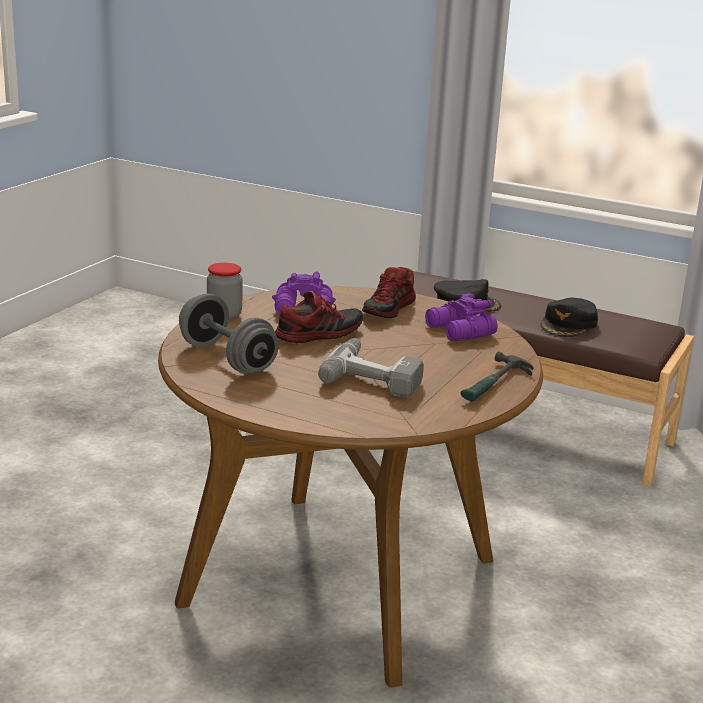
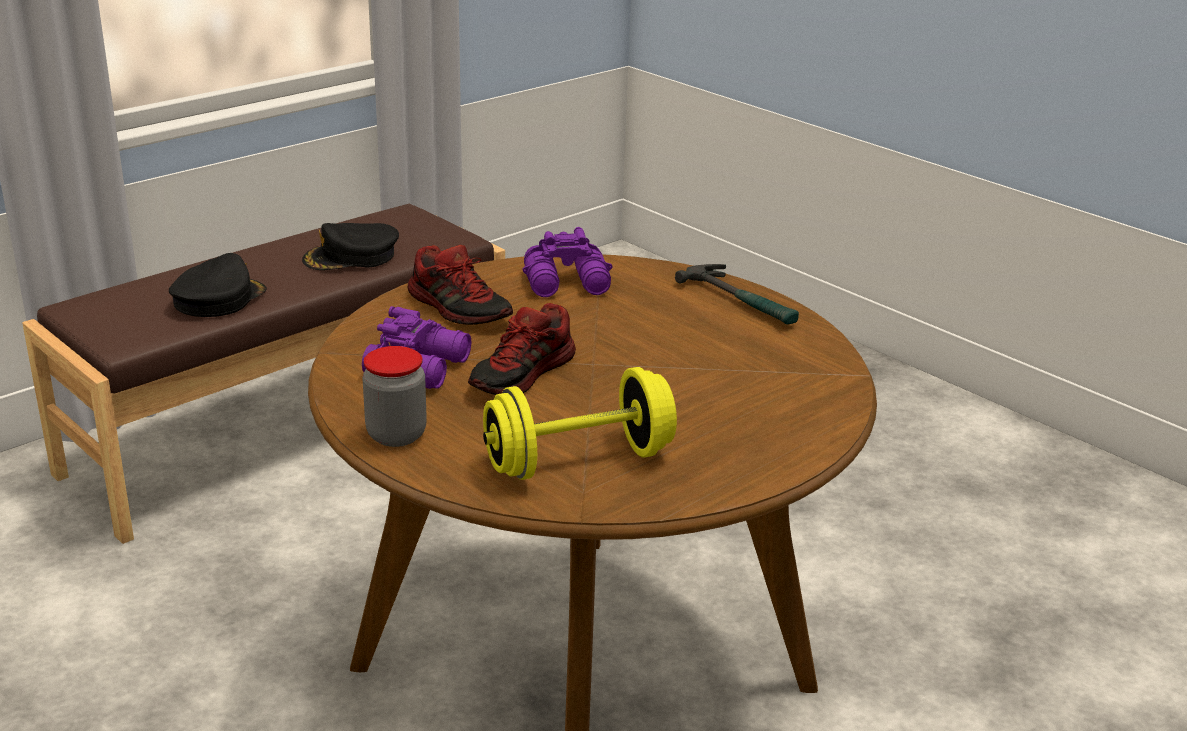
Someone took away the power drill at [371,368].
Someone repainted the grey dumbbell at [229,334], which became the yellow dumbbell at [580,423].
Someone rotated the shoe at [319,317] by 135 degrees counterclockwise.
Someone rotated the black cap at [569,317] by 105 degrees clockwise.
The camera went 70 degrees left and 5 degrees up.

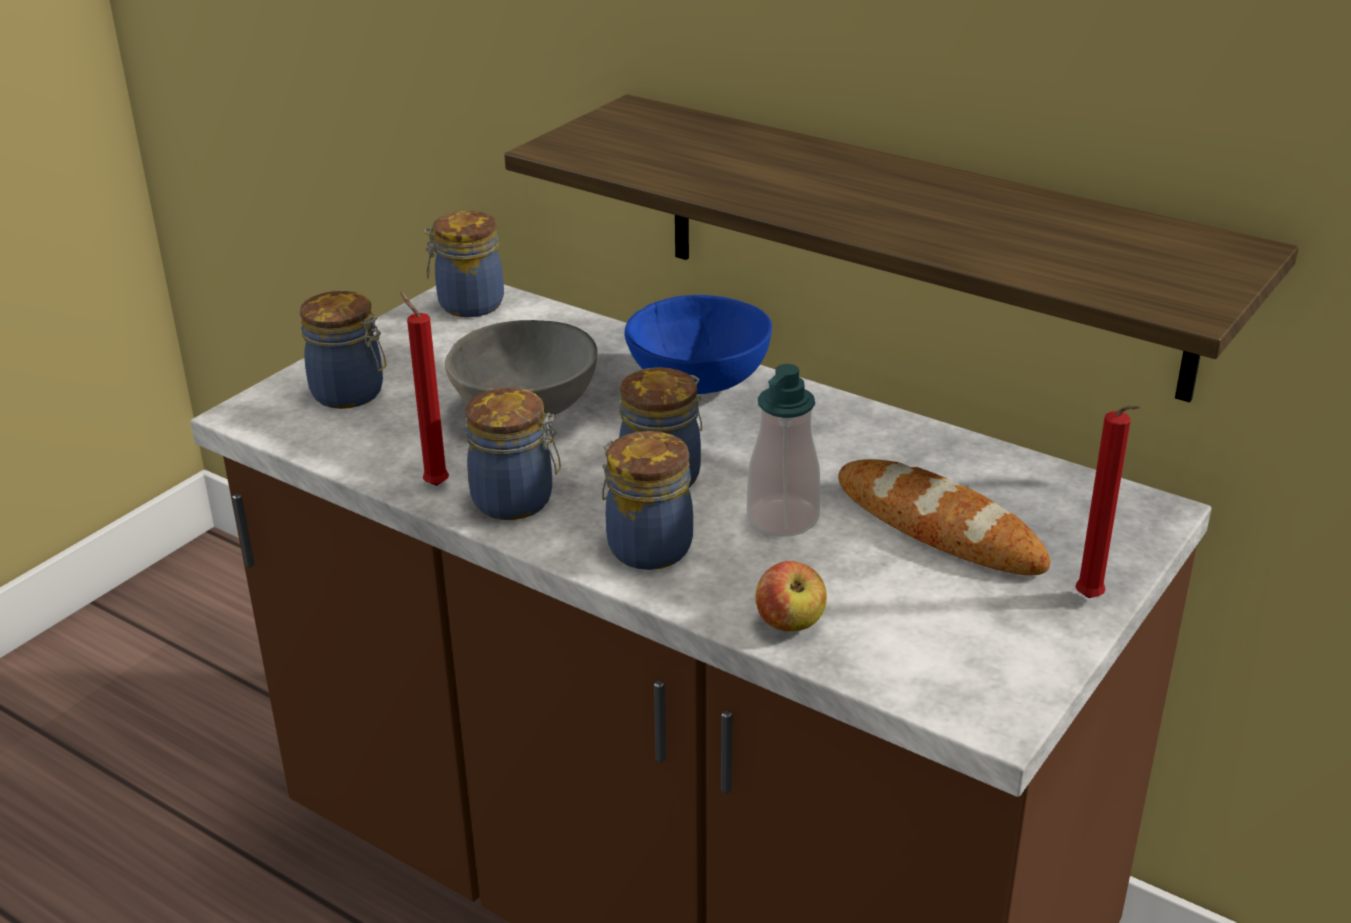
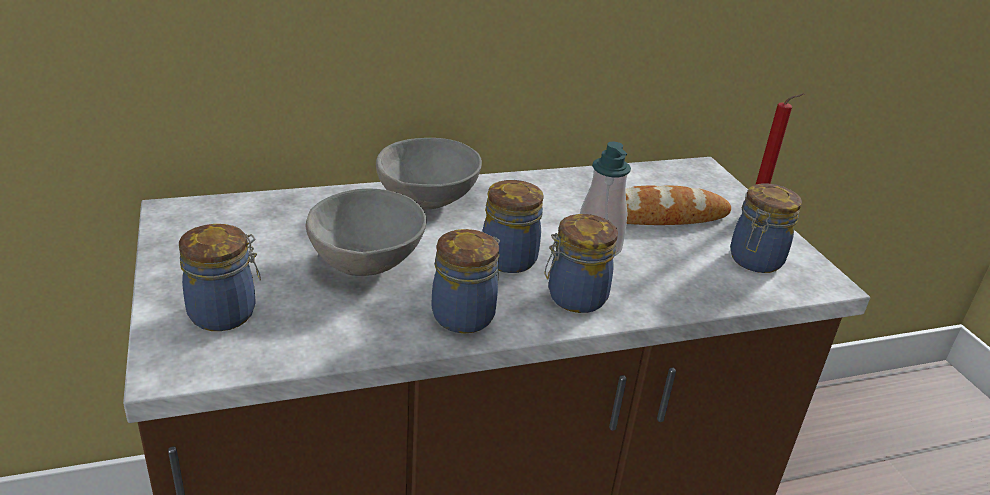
Someone took away the red candle at [424,388].
Someone took away the shelf at [901,248].
Someone took away the apple at [791,596].
Someone carried the jar from [464,264] to [766,228].
Someone repainted the blue bowl at [698,344], which became the grey bowl at [429,173].
The camera went 55 degrees left and 0 degrees up.

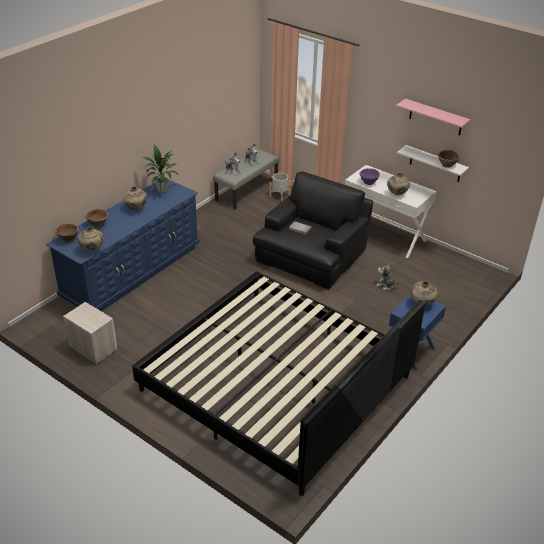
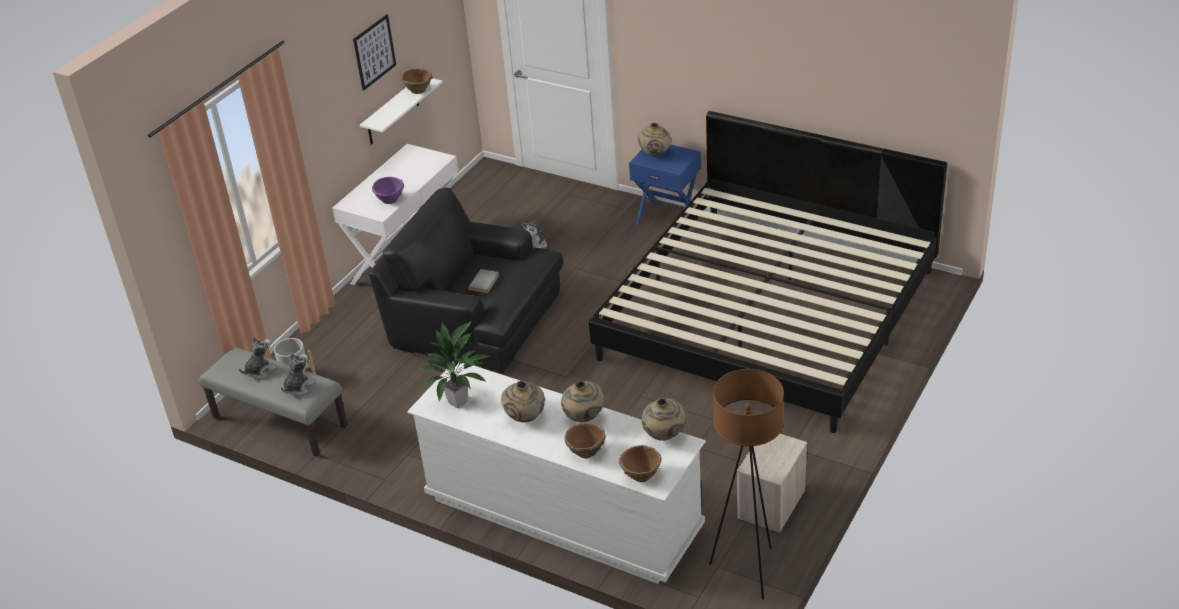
Someone put down the brown floor lamp at [746,484].
Someone carried the beige vase from [398,184] to [582,402].
Someone swapped the pink shelf at [433,117] for the picture at [374,52].
Someone repainted the blue dresser at [123,245], which became the white dresser at [556,473].
The camera went 95 degrees left and 0 degrees up.

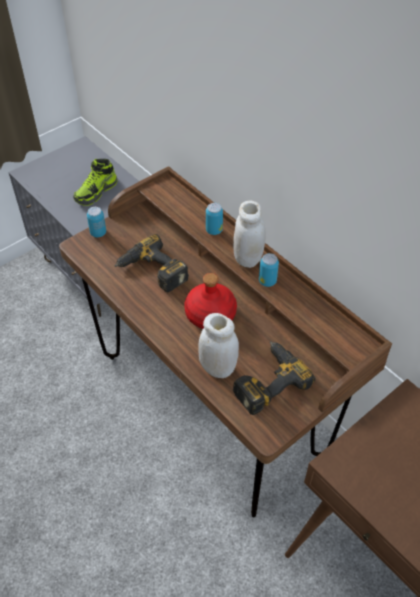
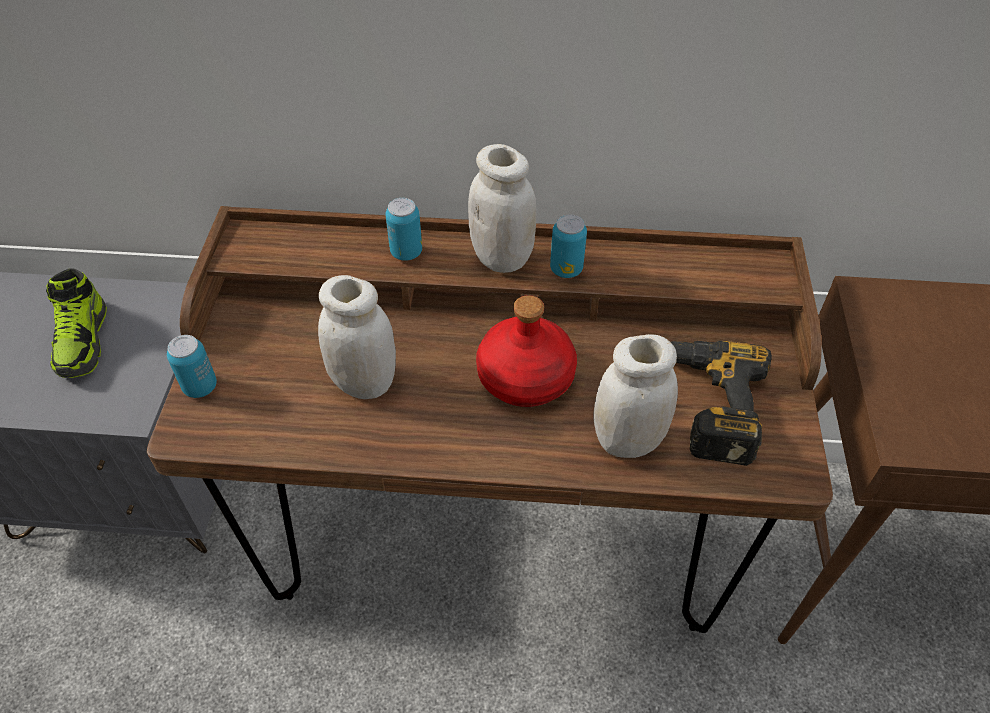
Someone swapped the power drill at [152,263] for the white jar at [357,337].
The camera went 45 degrees left and 0 degrees up.

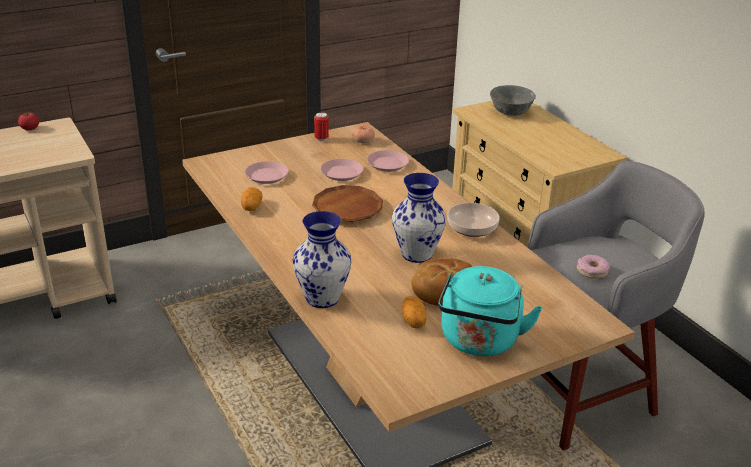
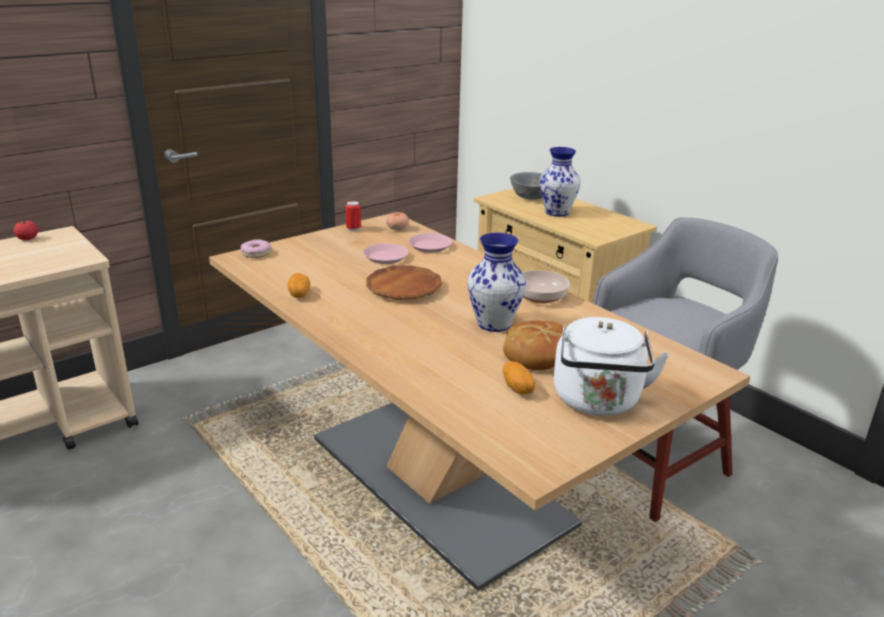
Someone took away the pink plate at [267,172].
Someone carried the vase from [322,259] to [560,182].
Someone carried the donut from [593,267] to [256,248].
Someone repainted the turquoise kettle at [490,311], which became the white kettle at [611,366].
The camera went 10 degrees left and 5 degrees down.

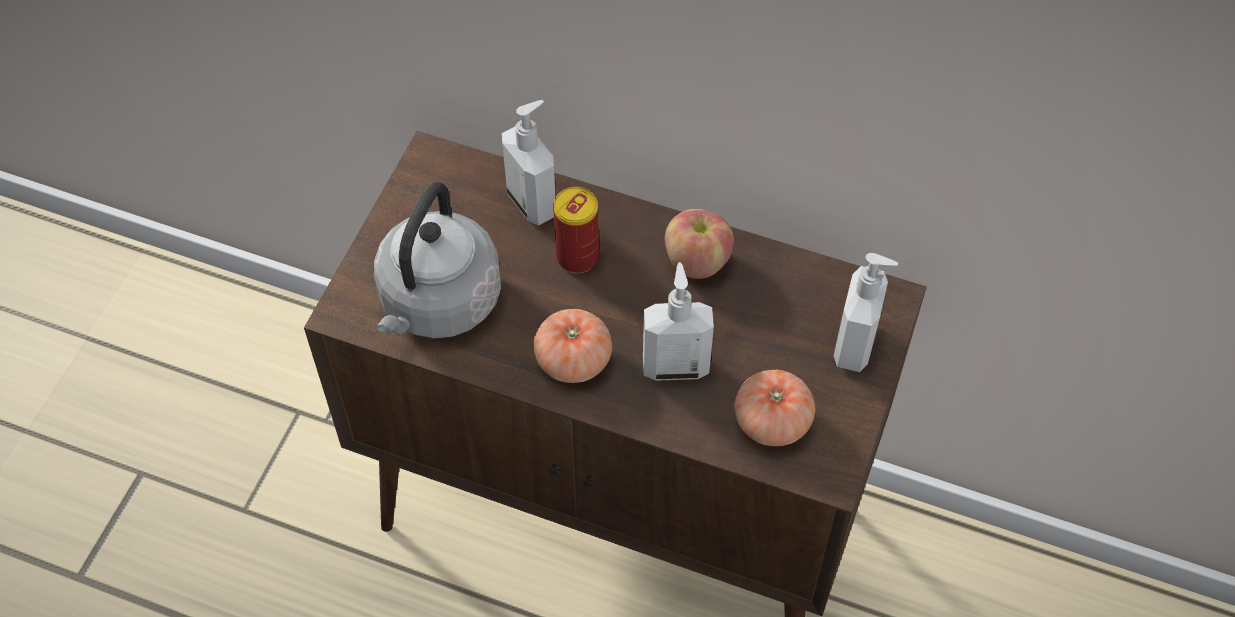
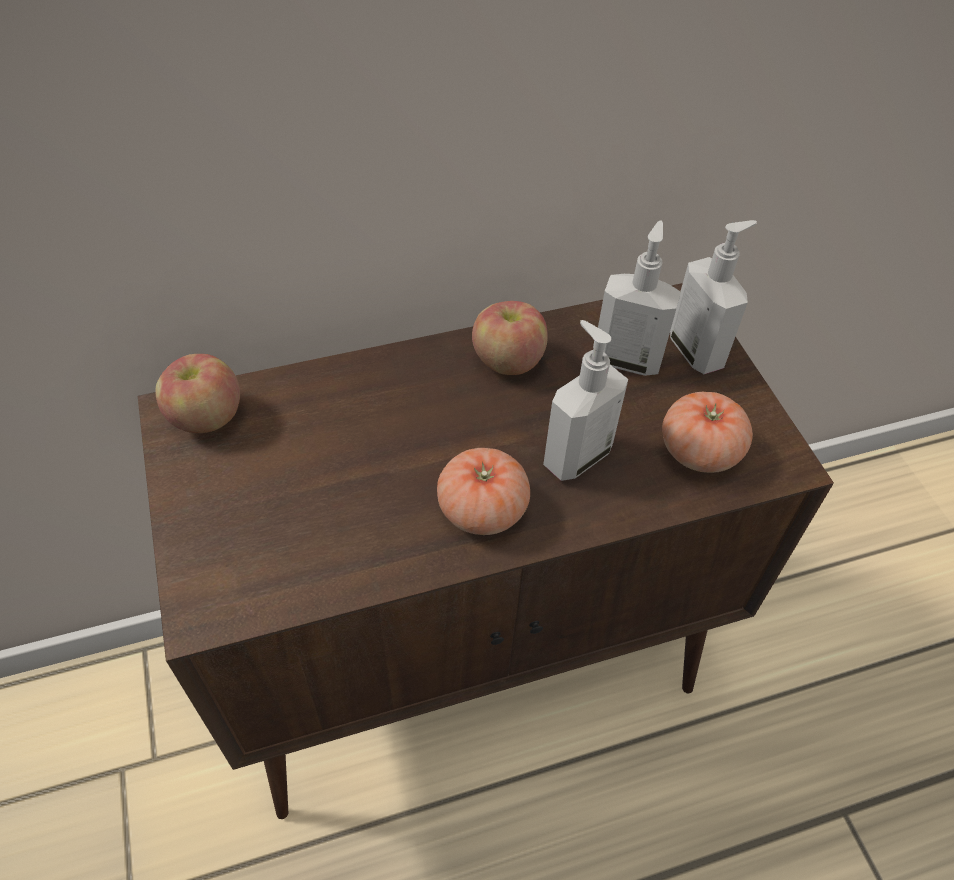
Someone took away the grey kettle at [437,260].
Someone took away the can at [576,230].
Someone put down the apple at [197,393].
Someone carried the soap dispenser from [529,163] to [639,298].
The camera went 40 degrees left and 5 degrees down.

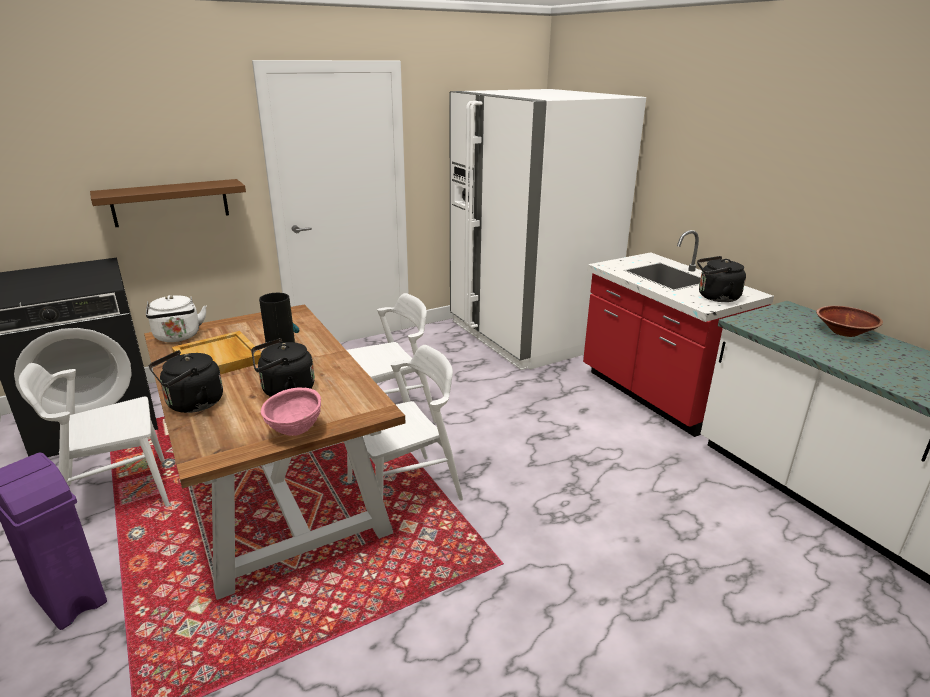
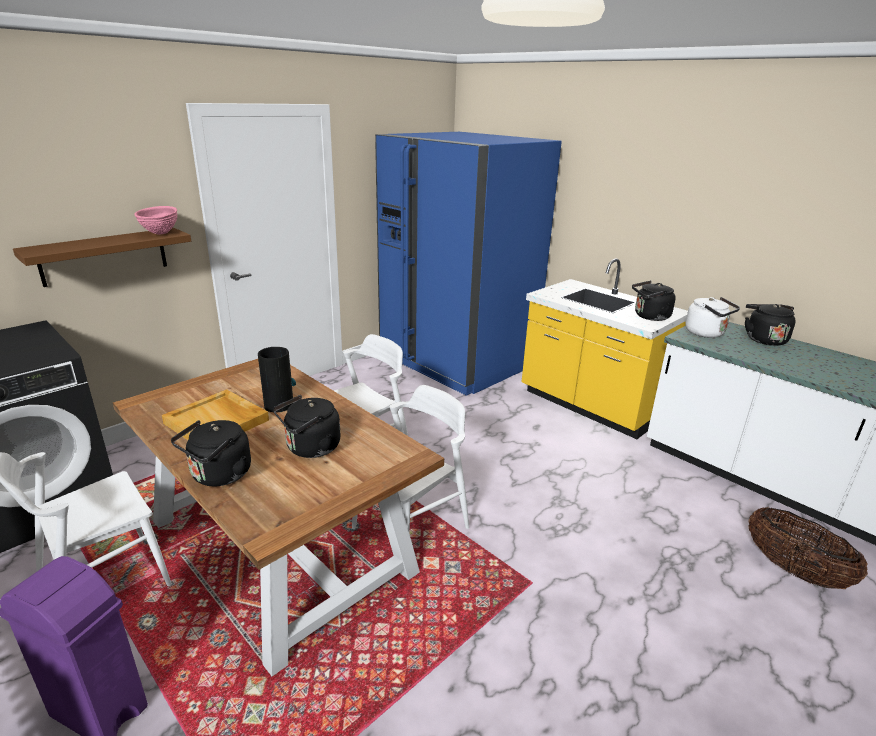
Someone put down the basket at [808,548].
Someone carried the white kettle from [176,318] to [712,317].
Someone carried the pink bowl from [291,411] to [155,220].
Someone swapped the brown bowl at [849,321] for the black kettle at [770,325].
Someone repainted the white fridge at [547,229], which became the blue fridge at [468,264].
Someone repainted the red counter at [678,333], which became the yellow counter at [605,348].
The camera went 15 degrees left and 0 degrees up.

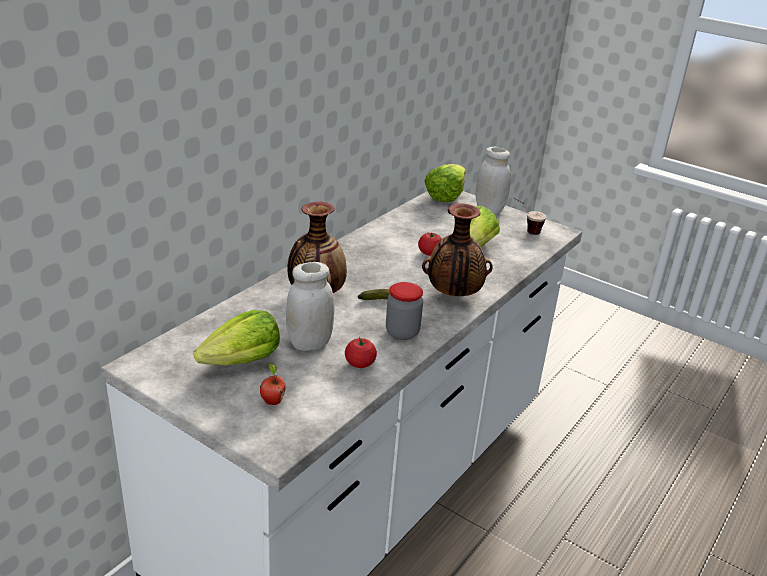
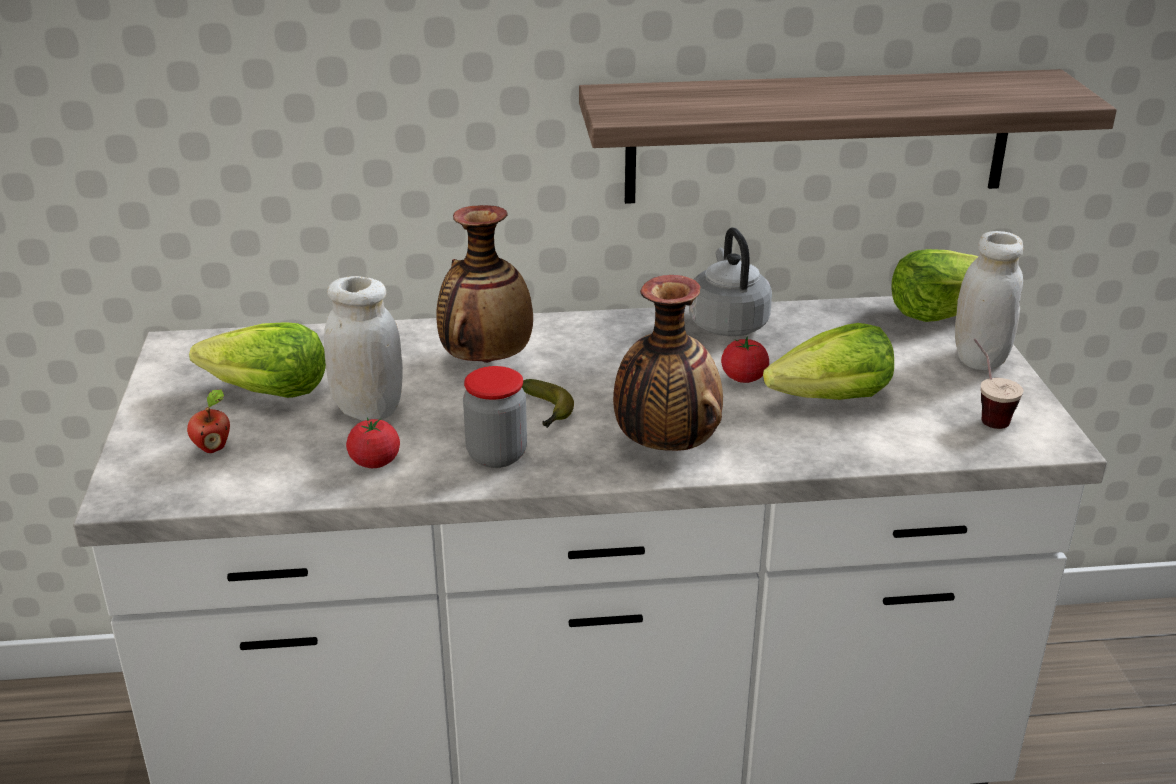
Someone put up the shelf at [848,136].
Someone put down the grey kettle at [730,281].
The camera went 50 degrees right and 0 degrees up.

